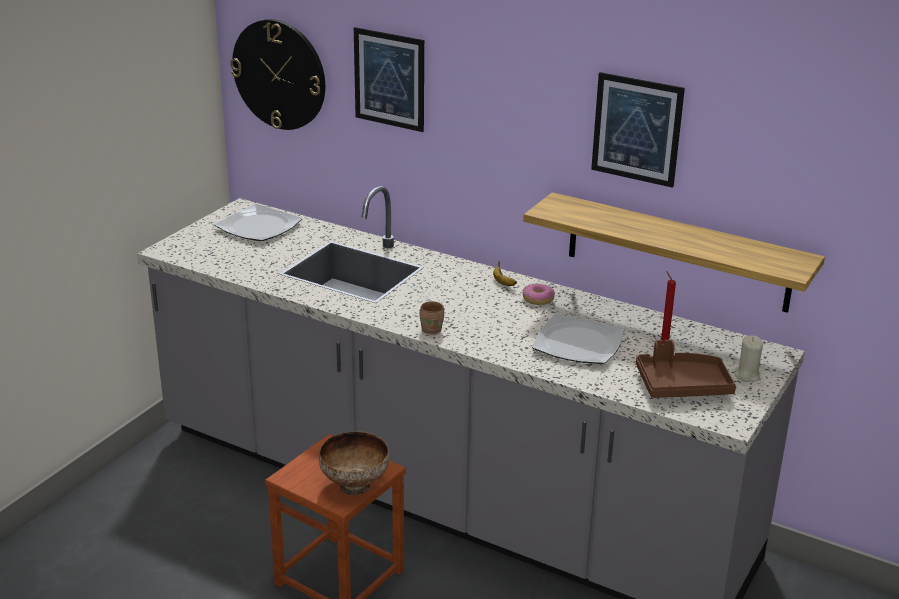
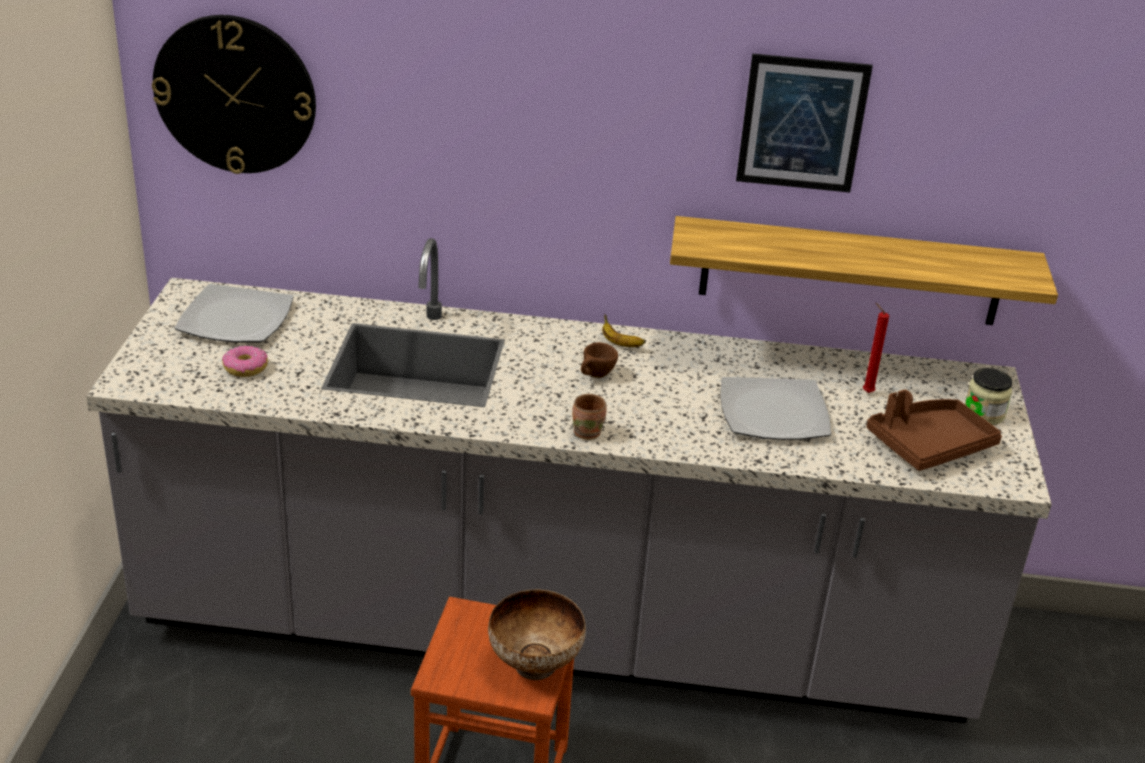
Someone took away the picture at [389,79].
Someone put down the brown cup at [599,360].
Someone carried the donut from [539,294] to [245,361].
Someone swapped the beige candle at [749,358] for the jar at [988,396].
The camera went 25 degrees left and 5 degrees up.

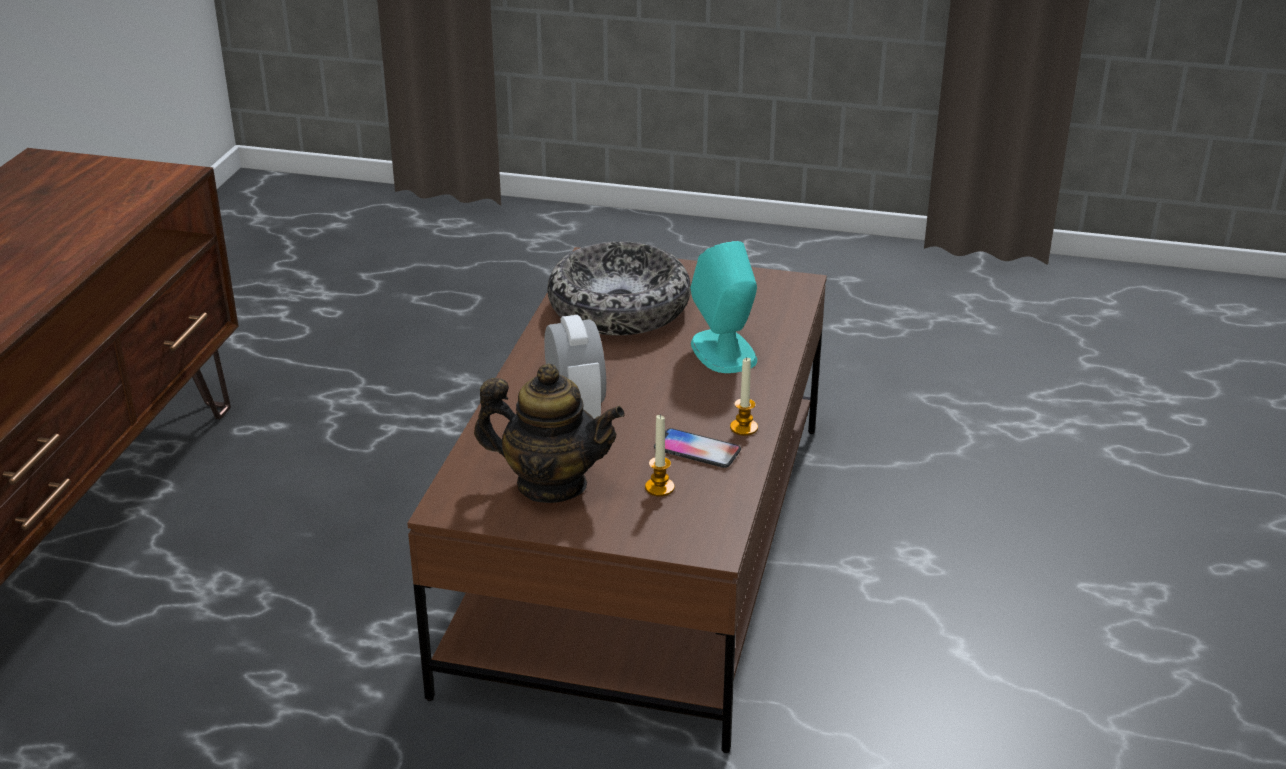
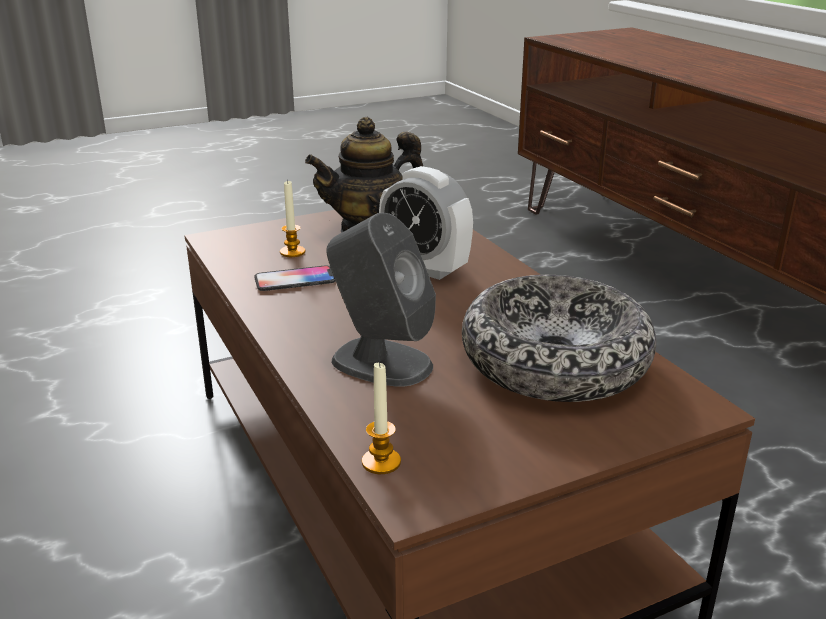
Someone carried the candle from [744,397] to [381,417].
Someone repainted the turquoise speaker at [723,307], which became the grey speaker at [381,300].
The camera went 140 degrees right and 5 degrees down.

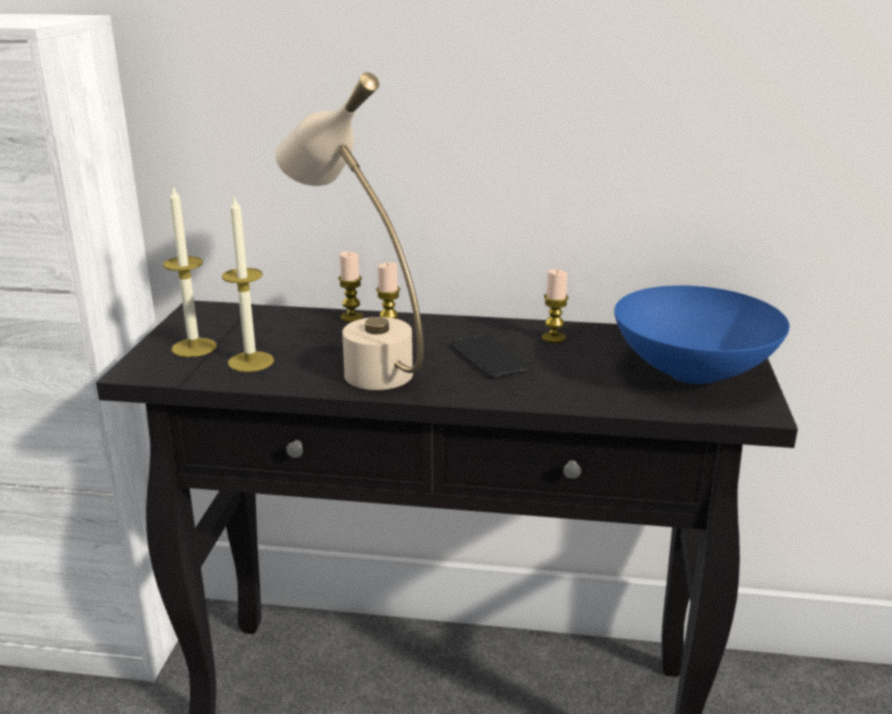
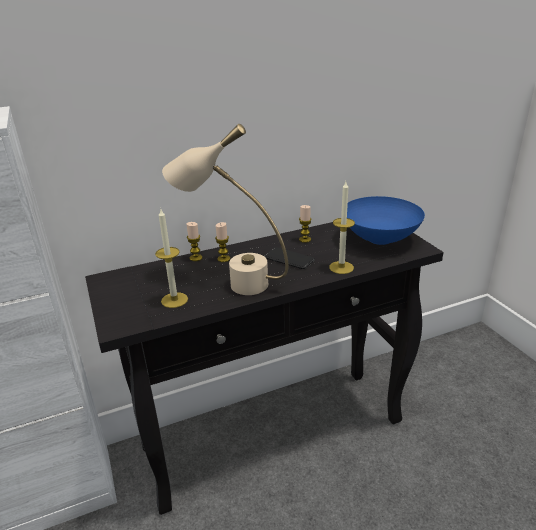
Someone carried the candle from [190,271] to [342,228].
The camera went 30 degrees left and 5 degrees up.

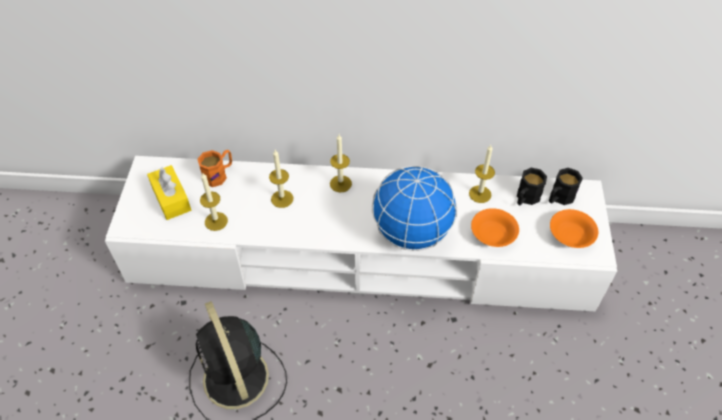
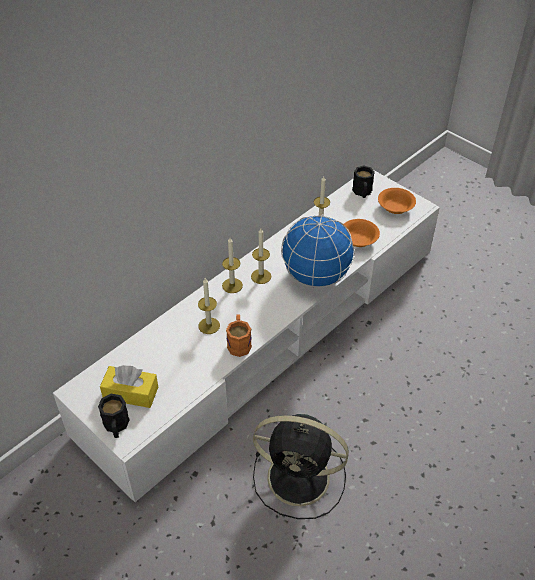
Someone carried the orange mug from [214,168] to [239,335].
Someone carried the candle from [214,202] to [261,256].
Someone carried the black mug from [532,186] to [114,416].
The camera went 50 degrees left and 5 degrees down.

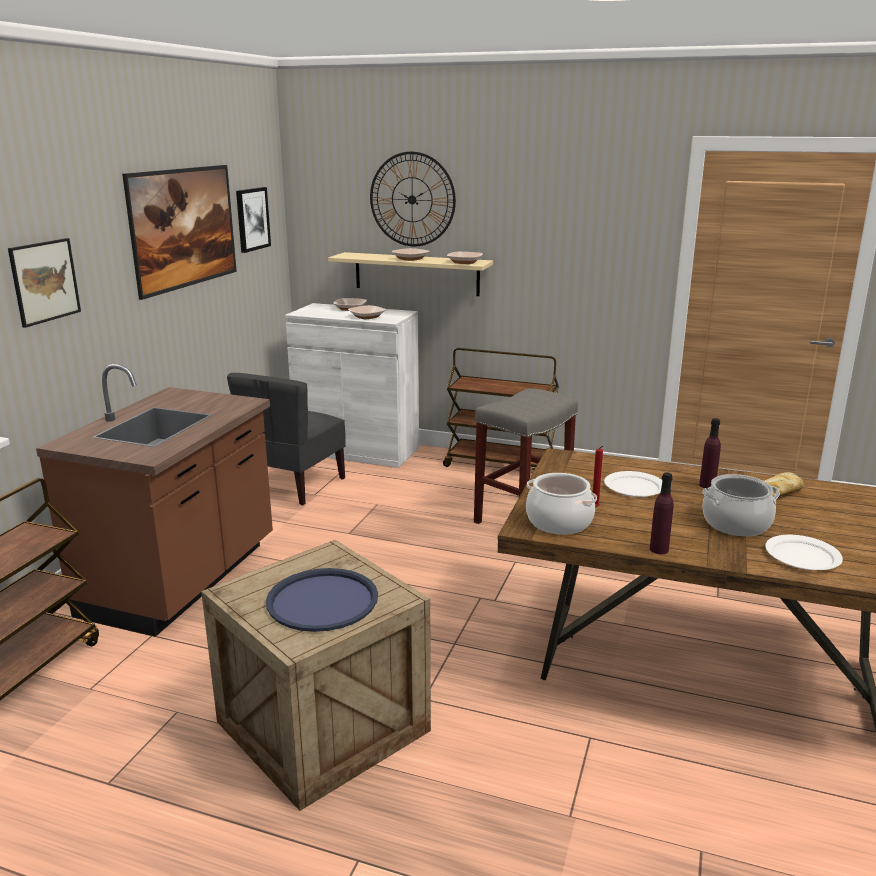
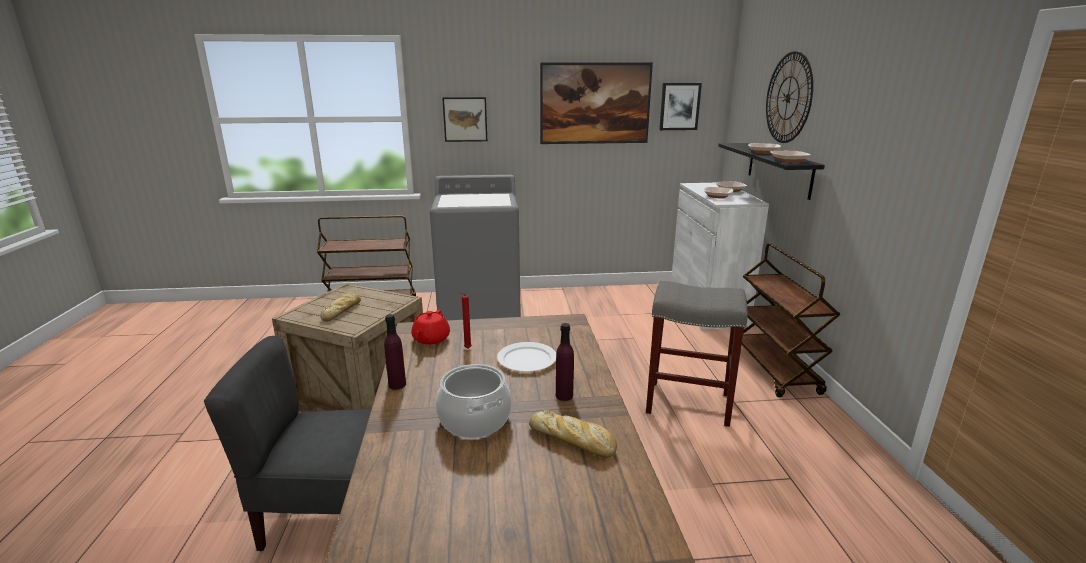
Someone took away the white plate at [804,552].
Someone carried the grey chair from [286,439] to [288,443].
Someone swapped the brown counter at [154,500] for the grey washing machine at [475,247].
Someone swapped the blue tray at [322,600] for the bread at [340,307].
Someone swapped the cooking pot at [561,504] for the red teapot at [431,327].
Someone repainted the beige shelf at [410,274], which became the black shelf at [771,171].
The camera went 65 degrees right and 0 degrees up.

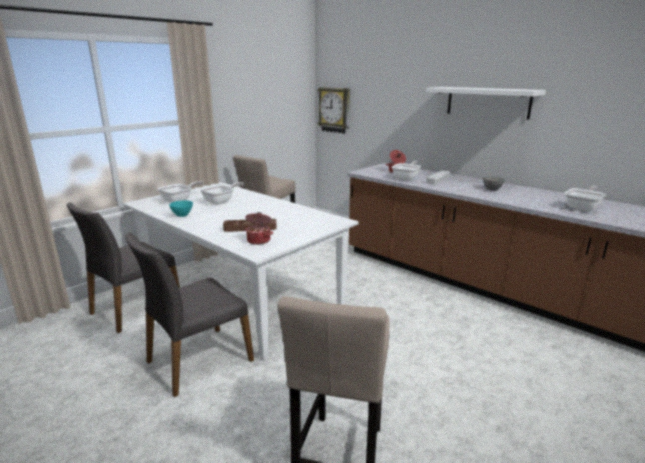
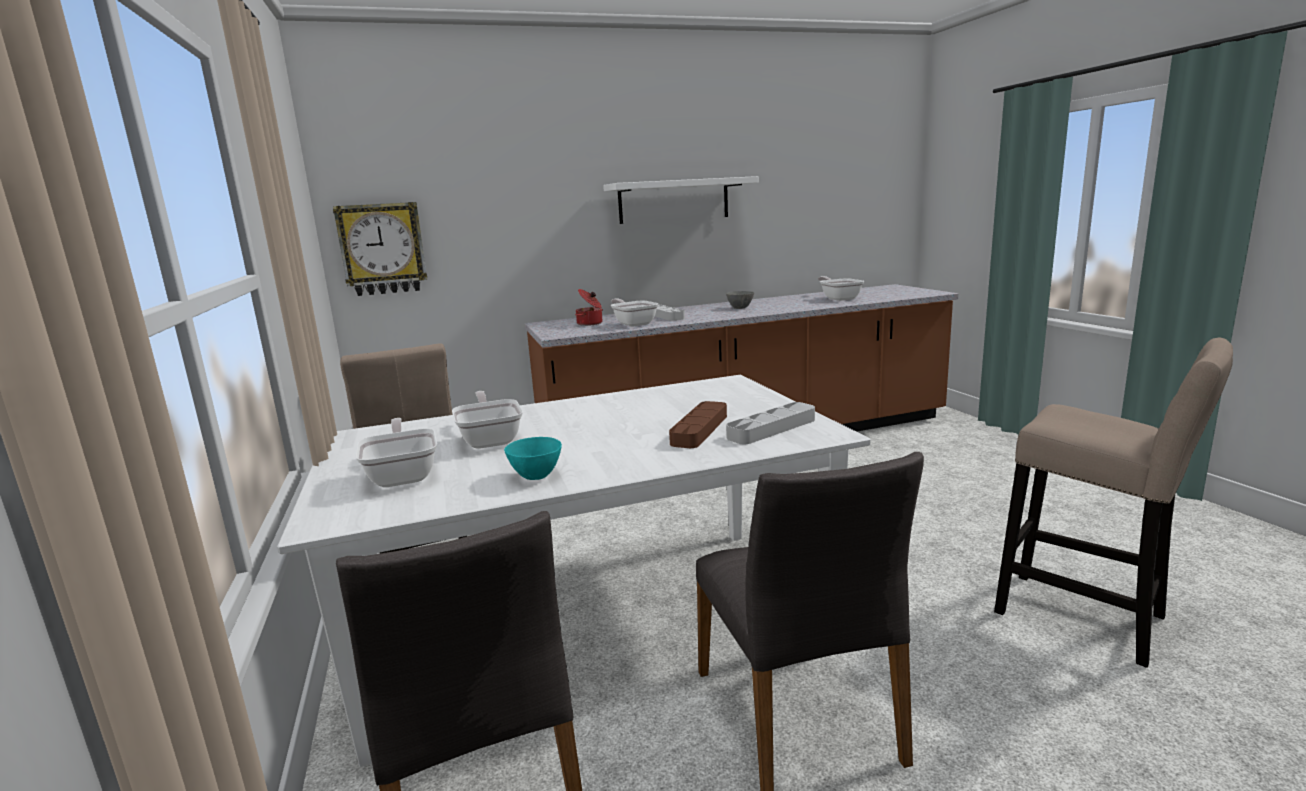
Someone swapped the cooking pot at [258,228] for the grey tray at [770,423].
The camera went 60 degrees left and 5 degrees down.

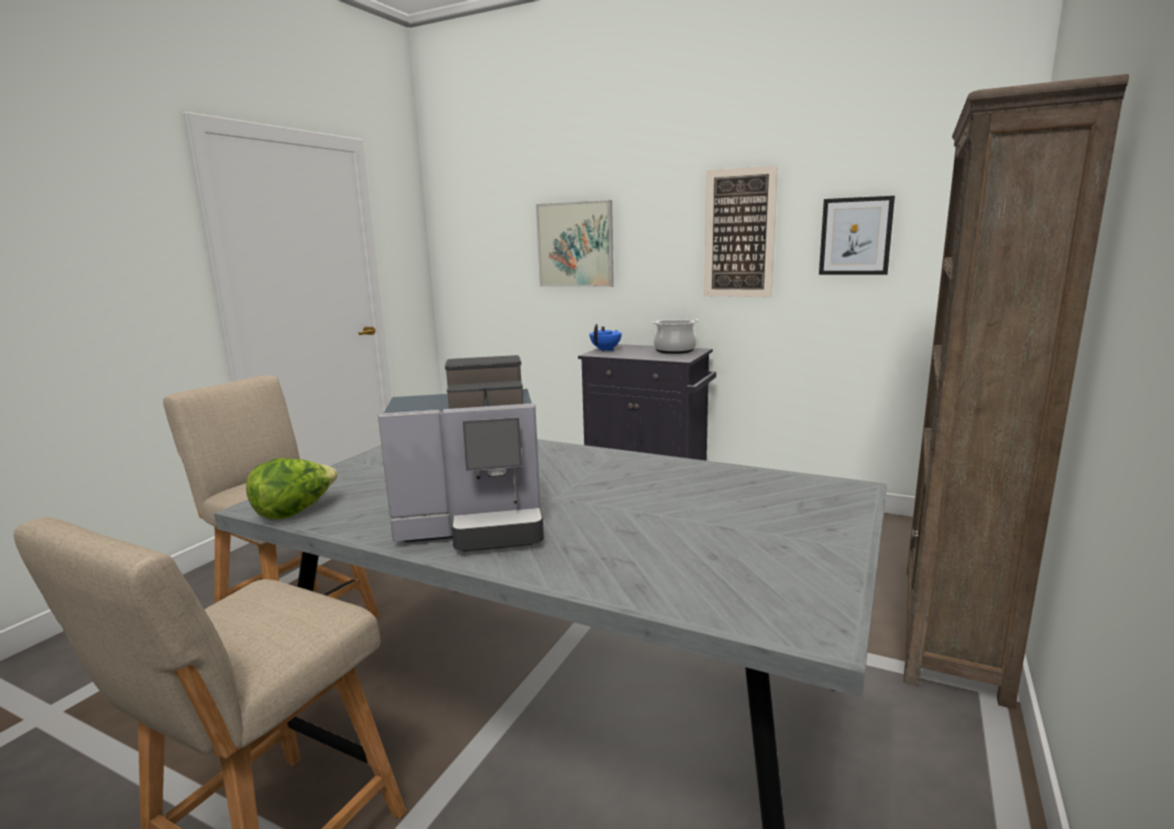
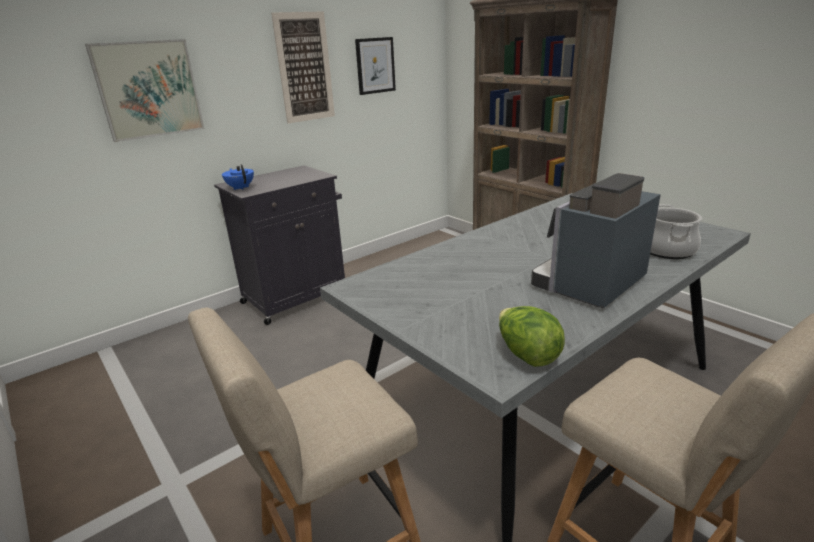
Someone carried the cooking pot from [675,336] to [676,231].
Someone rotated the coffee machine at [461,453] by 150 degrees counterclockwise.
The camera went 65 degrees left and 10 degrees up.

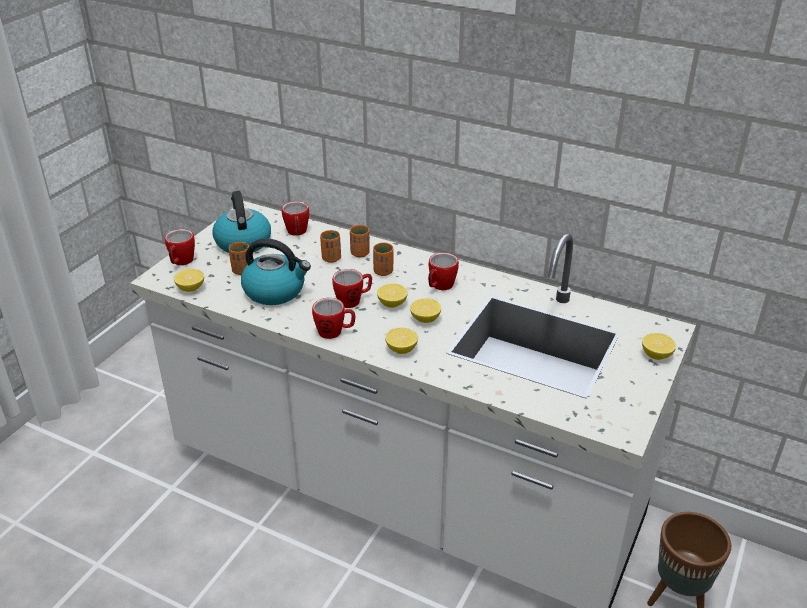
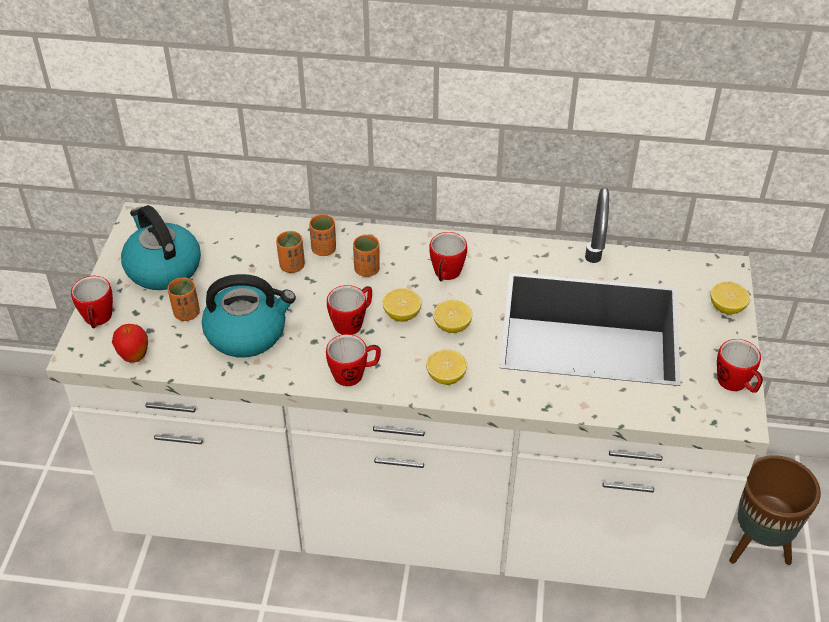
Someone carried the mug from [295,218] to [740,366].
Someone swapped the lemon at [189,280] for the apple at [130,343].
The camera went 20 degrees left and 10 degrees up.

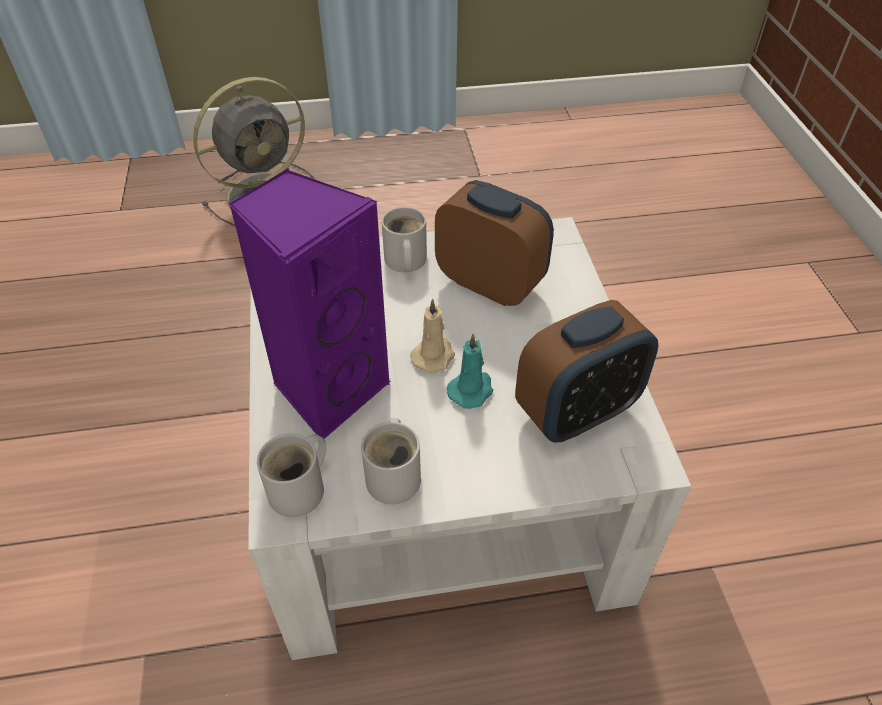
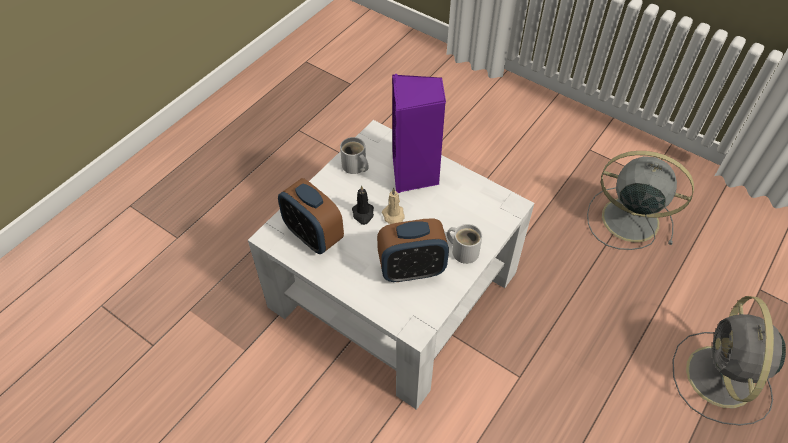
Someone took away the white mug at [291,475].
Someone put down the grey fan at [640,200].
Someone repainted the turquoise candle at [470,371], which became the black candle at [363,205].
Someone rotated the alarm clock at [586,371] by 60 degrees counterclockwise.
The camera went 135 degrees right and 5 degrees up.

